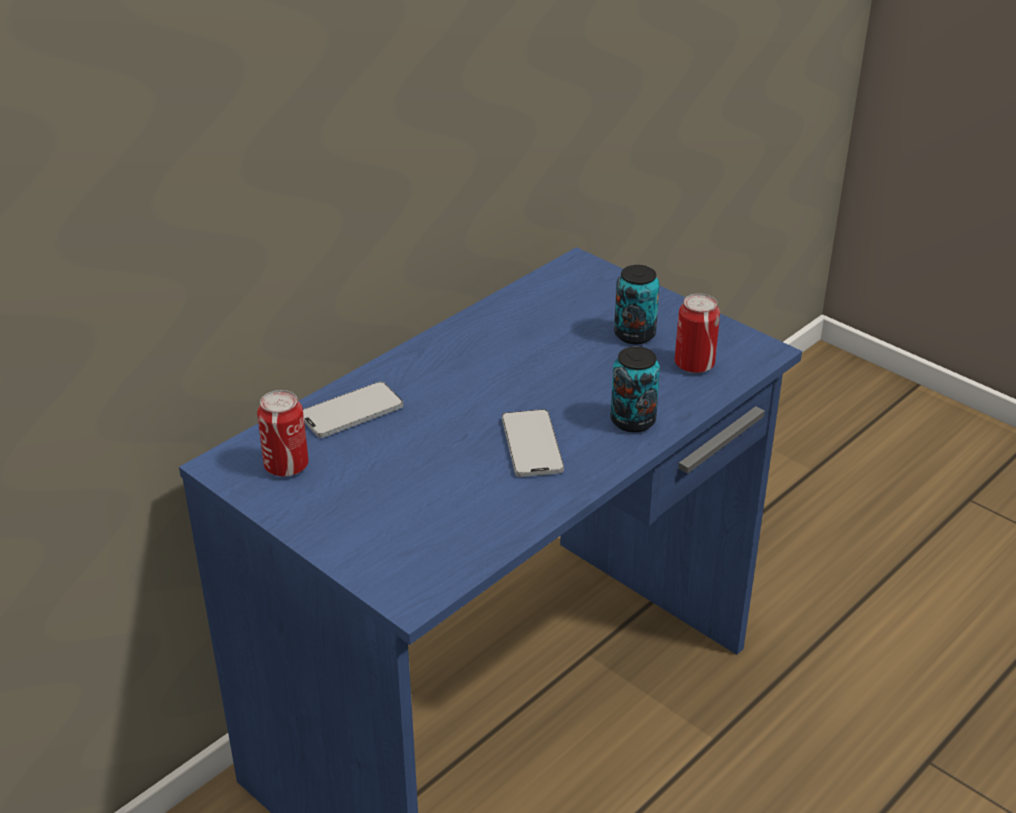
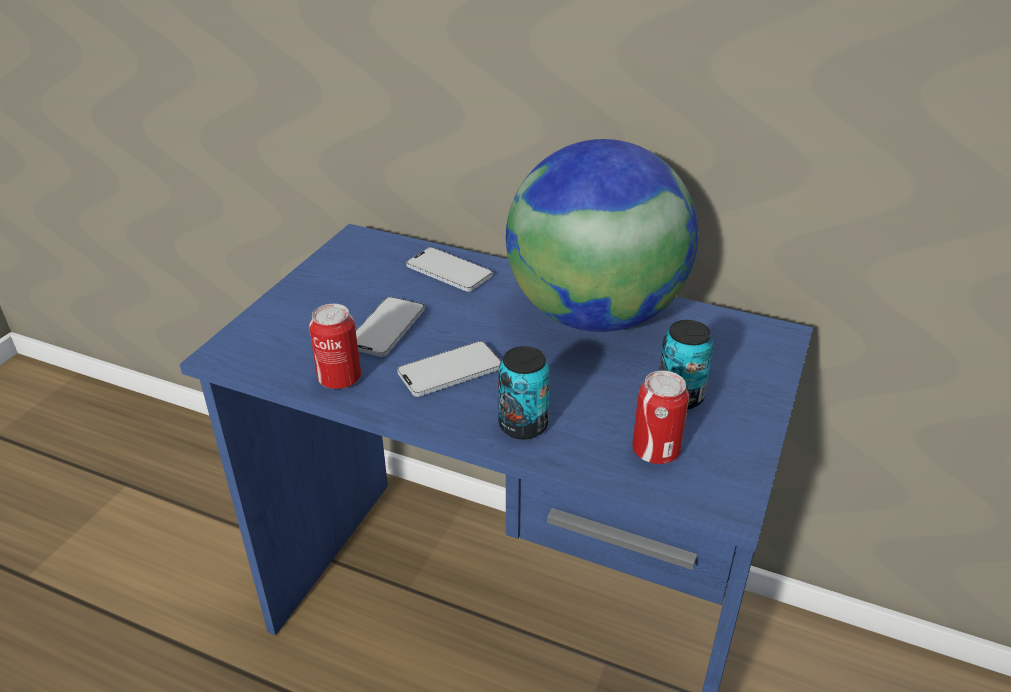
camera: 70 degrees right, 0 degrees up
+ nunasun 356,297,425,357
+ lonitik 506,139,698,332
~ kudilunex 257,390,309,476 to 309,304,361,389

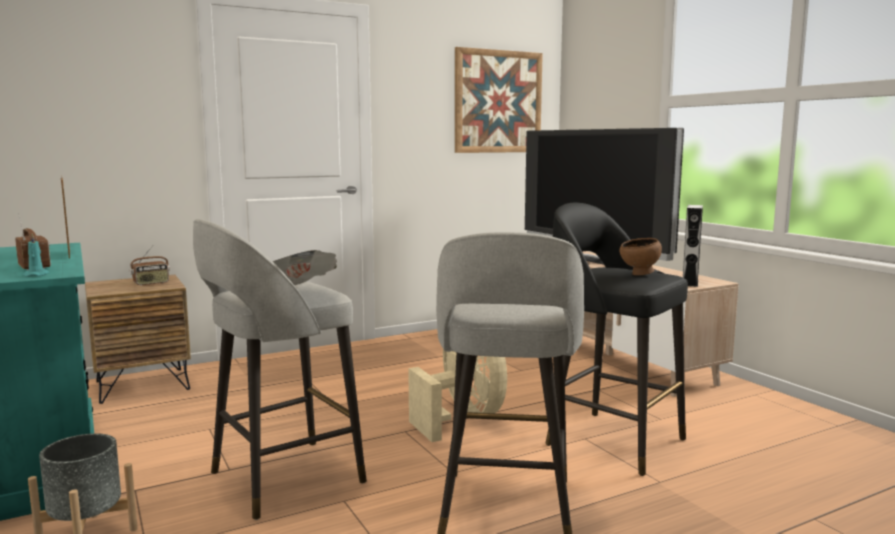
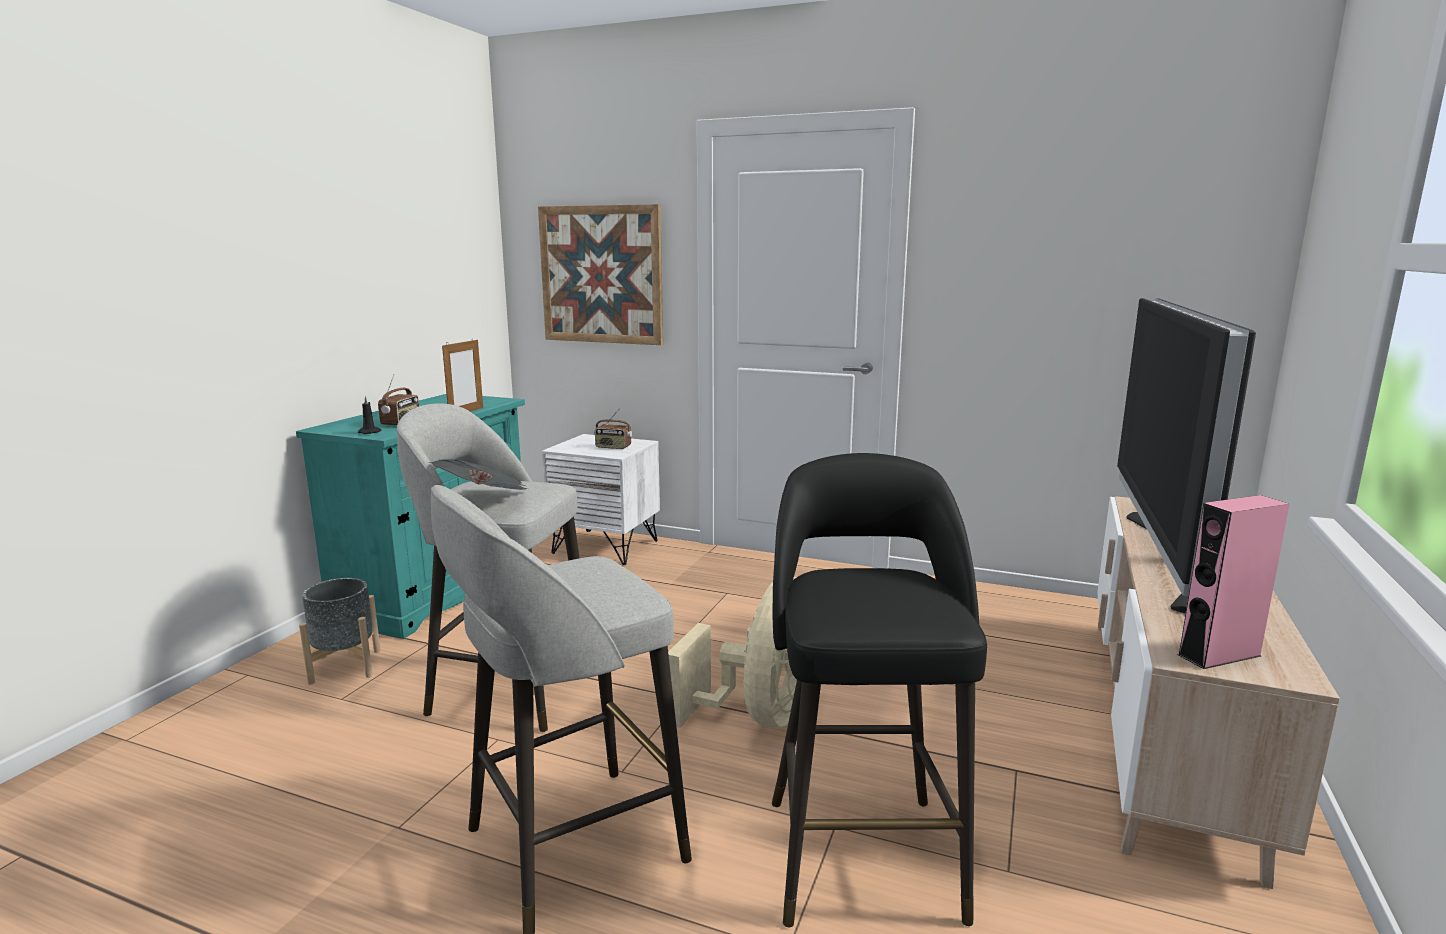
camera: 50 degrees right, 5 degrees up
- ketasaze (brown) 620,238,662,275
~ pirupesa 455,47,543,153 to 538,204,663,345
~ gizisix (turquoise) 23,234,49,277 to gizisix (black) 358,395,382,434
~ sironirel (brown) 85,275,191,404 to sironirel (white) 542,434,660,565
~ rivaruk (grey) 683,205,703,287 to rivaruk (pink) 1177,495,1290,669

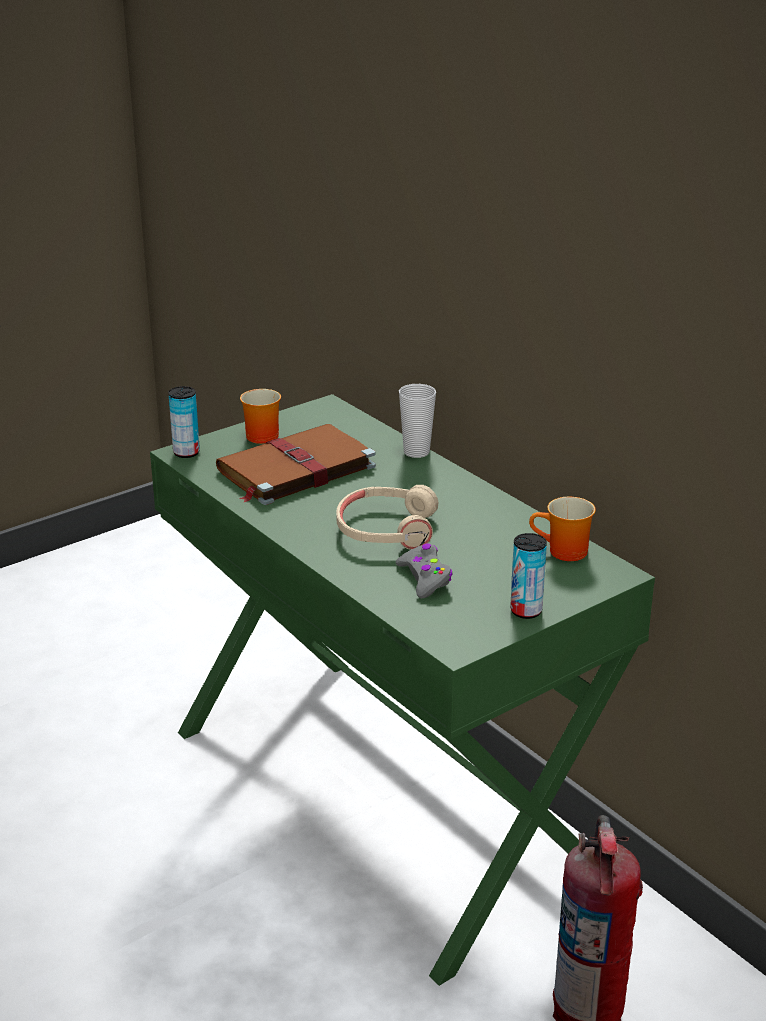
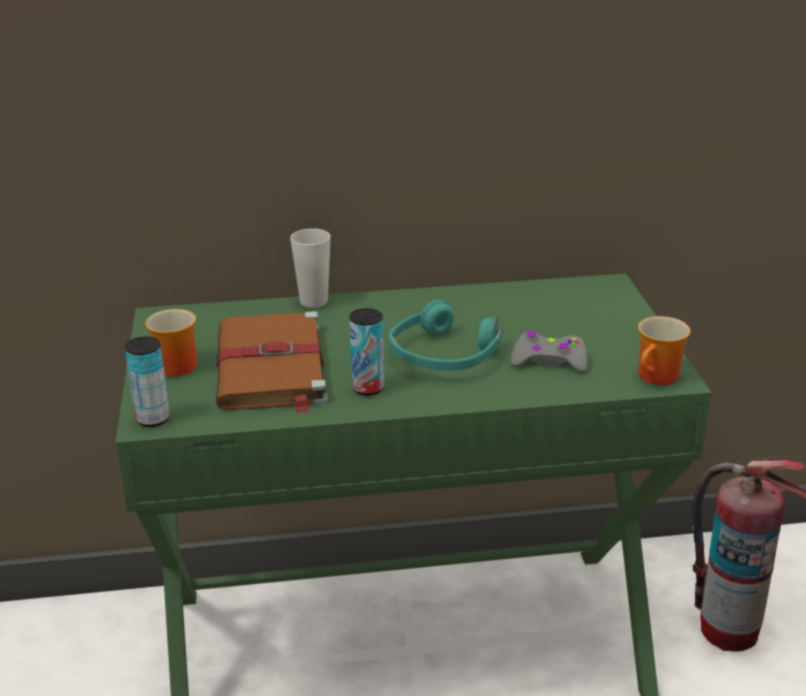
camera: 60 degrees left, 0 degrees up
~ kudilunex 510,533,547,619 to 349,308,384,396
~ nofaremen 529,497,596,561 to 638,316,690,385
~ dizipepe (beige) 336,485,438,550 to dizipepe (turquoise) 389,299,503,371

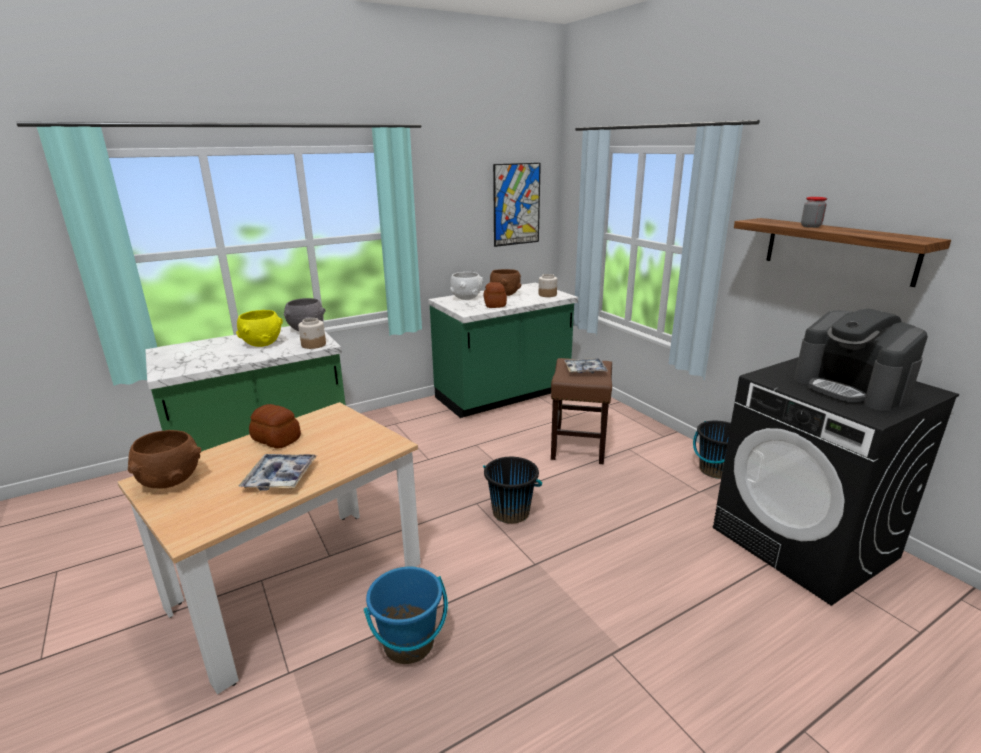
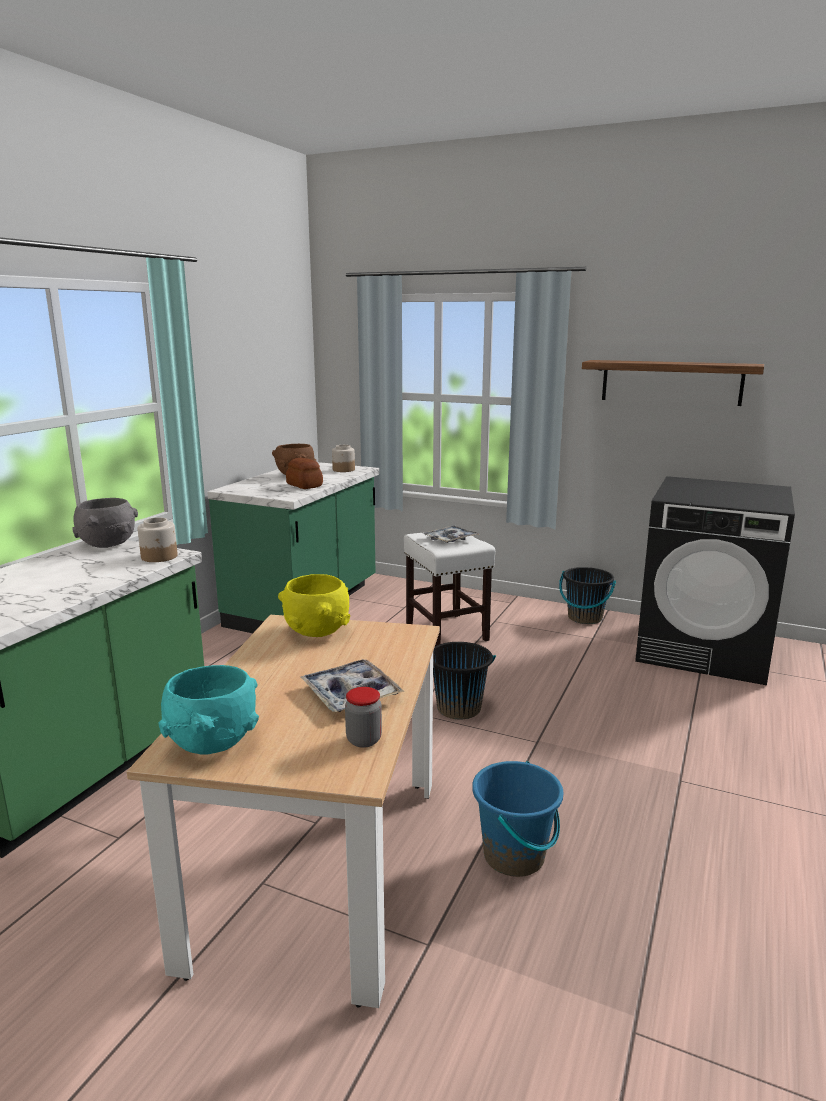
camera: 35 degrees left, 5 degrees down
- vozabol 249,404,301,448
- ketasaze (white) 450,272,484,300
- pirupesa 493,163,541,247
- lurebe 794,308,928,411
~ ketasaze (yellow) 236,310,283,347 to 278,574,350,637
~ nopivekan 801,197,827,228 to 345,687,382,748
~ ketasaze (brown) 128,430,201,489 to ketasaze (turquoise) 158,665,259,754
~ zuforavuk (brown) 551,358,612,464 to zuforavuk (white) 404,533,495,646

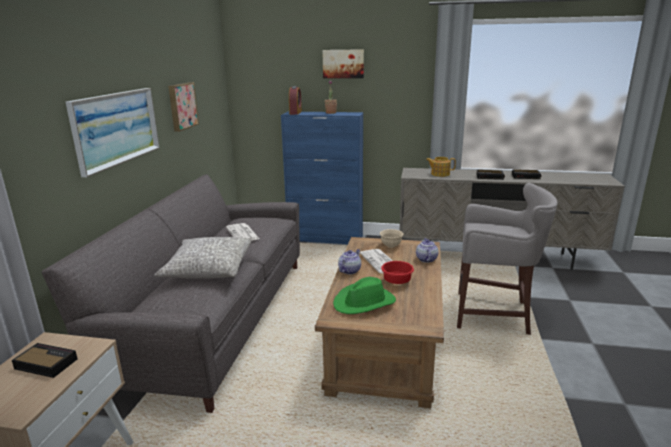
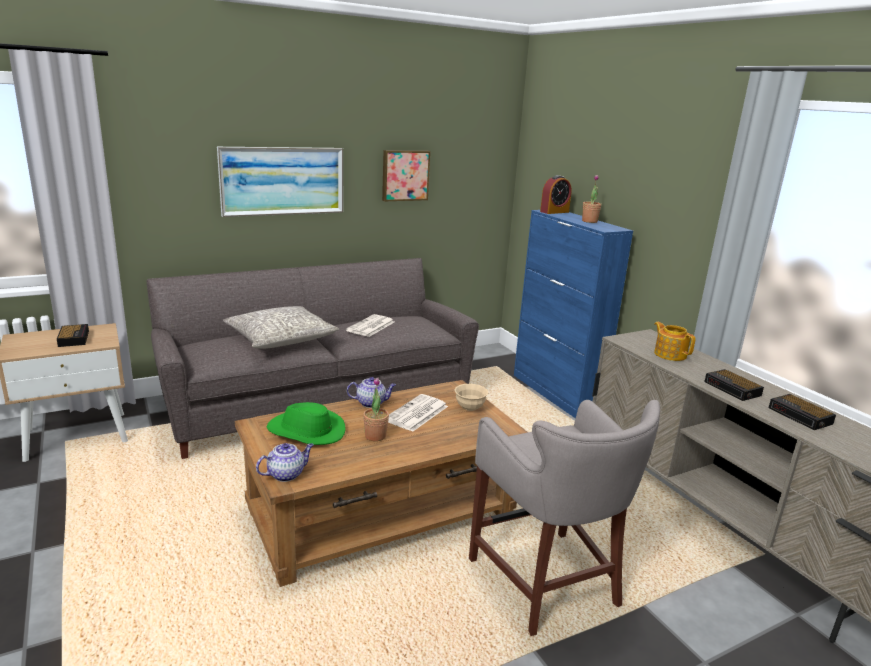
camera: 50 degrees right, 0 degrees up
- pirupesa 322,49,364,78
~ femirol 416,238,438,263 to 256,443,314,482
~ ketasaze (red) 381,261,414,284 to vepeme 363,378,389,441

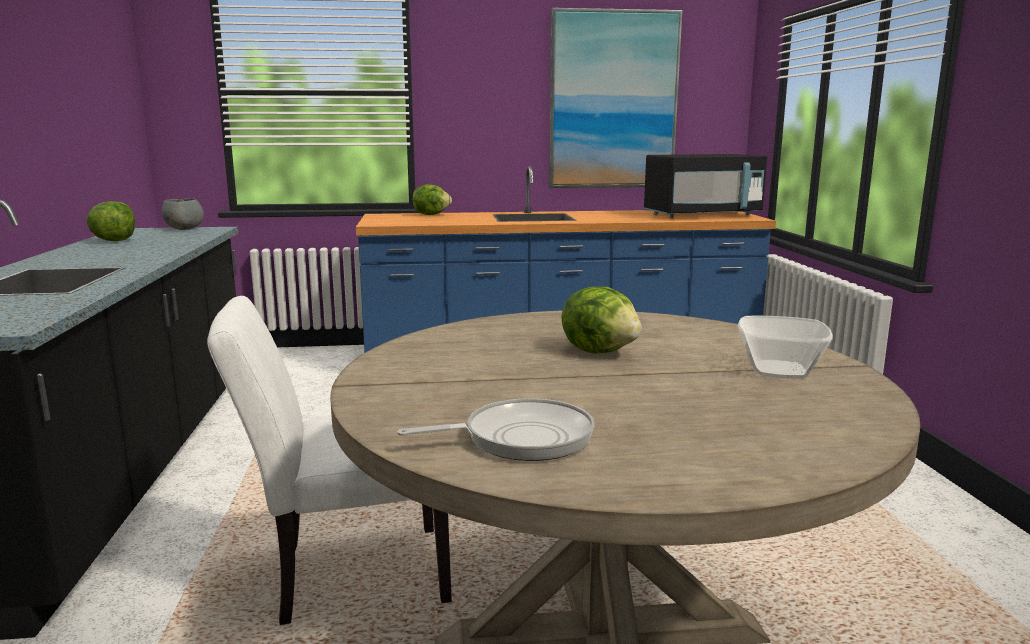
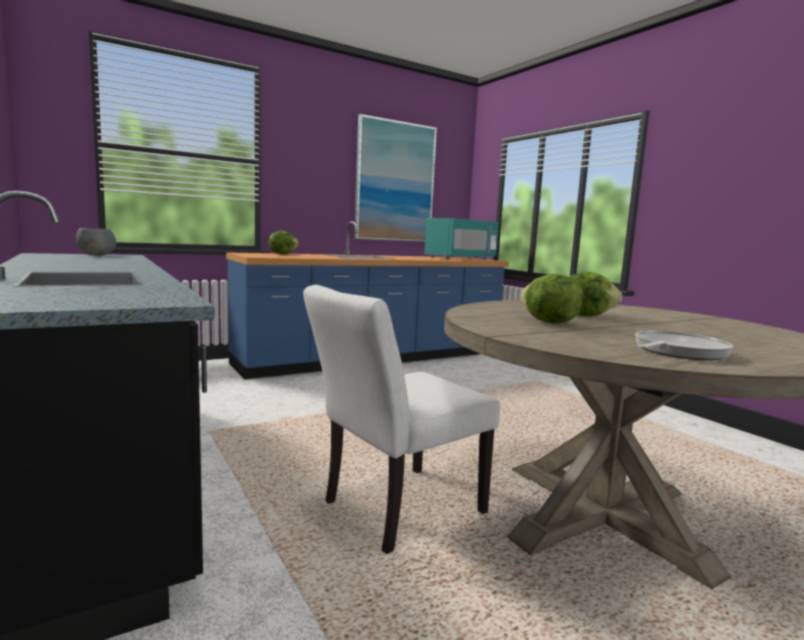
camera: 25 degrees left, 5 degrees down
- ketasaze 738,315,833,379
~ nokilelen 87,201,135,241 to 520,274,583,323
~ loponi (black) 644,154,767,218 to loponi (turquoise) 425,218,499,259

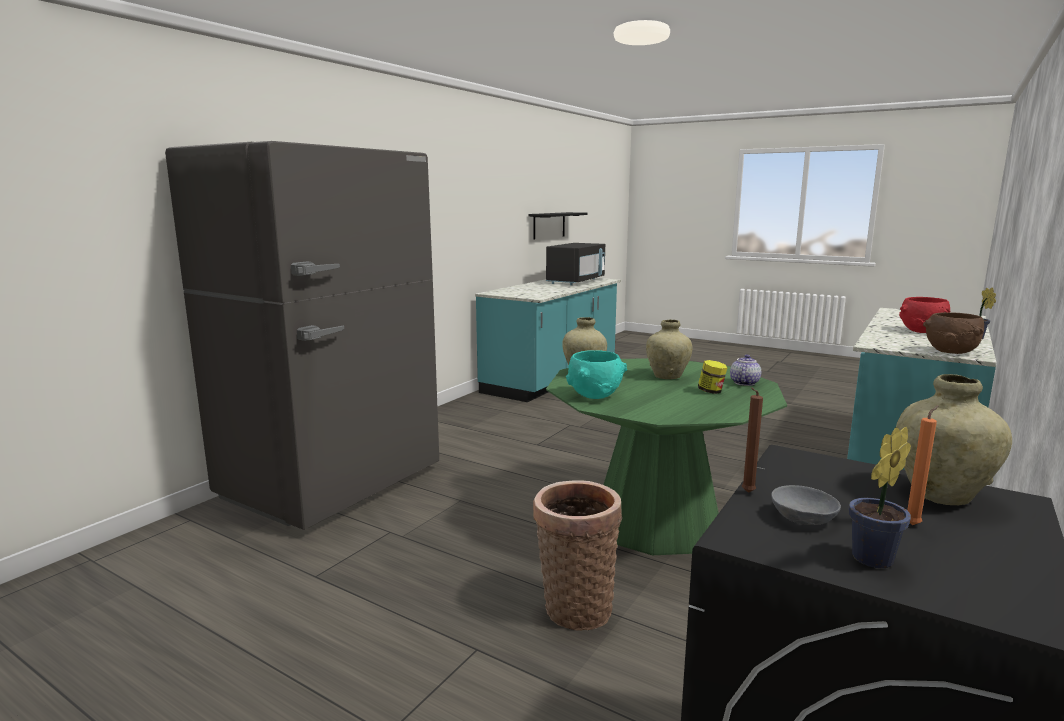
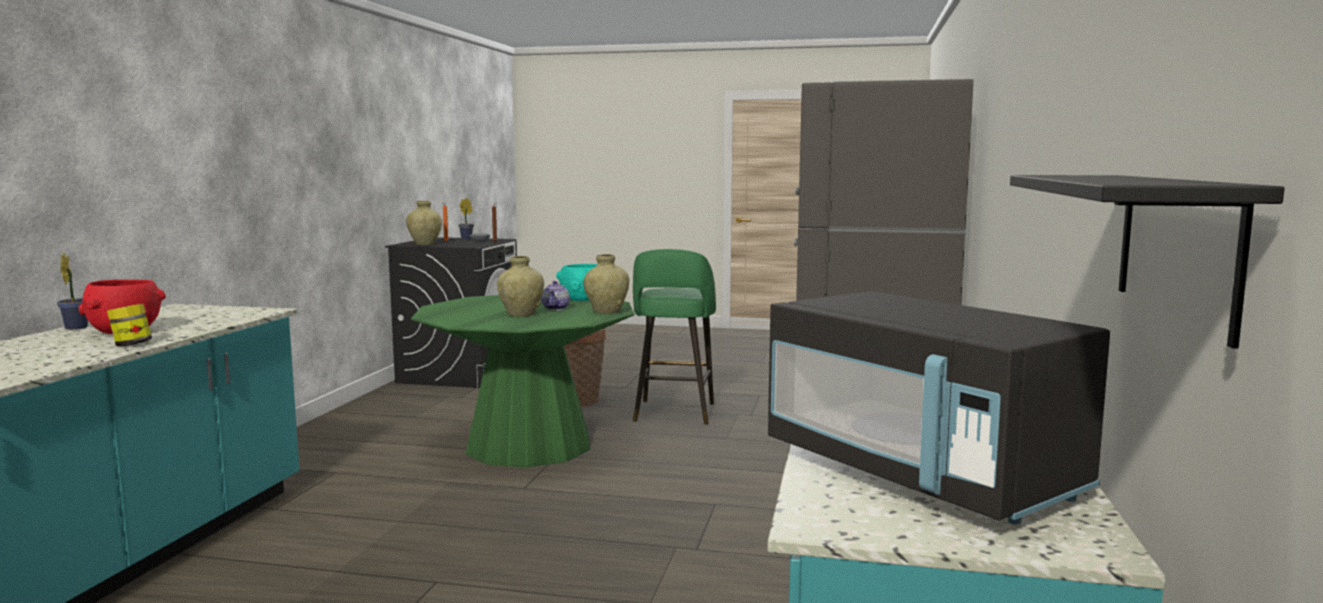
camera: 160 degrees right, 5 degrees down
- ketasaze (brown) 923,312,984,354
+ zuforavuk (green) 633,249,716,425
~ nopivekan 698,360,727,394 to 107,304,152,346
~ femirol 730,355,761,386 to 541,281,570,310
~ loponi (black) 546,243,605,285 = 768,291,1110,525 45 degrees counterclockwise

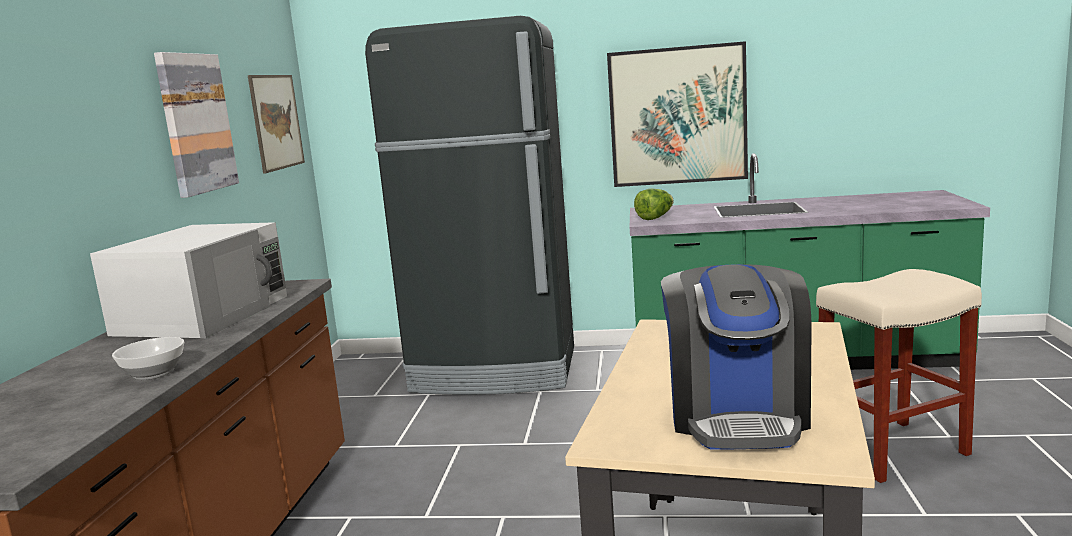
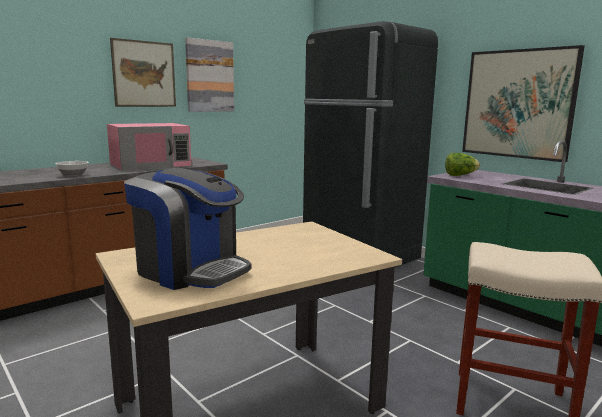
camera: 40 degrees right, 0 degrees up
~ pirupesa 248,75,305,174 to 110,38,176,107
~ loponi (white) 90,222,287,338 to loponi (pink) 107,123,191,171
~ lurebe 661,264,812,450 = 124,168,252,290 105 degrees counterclockwise

